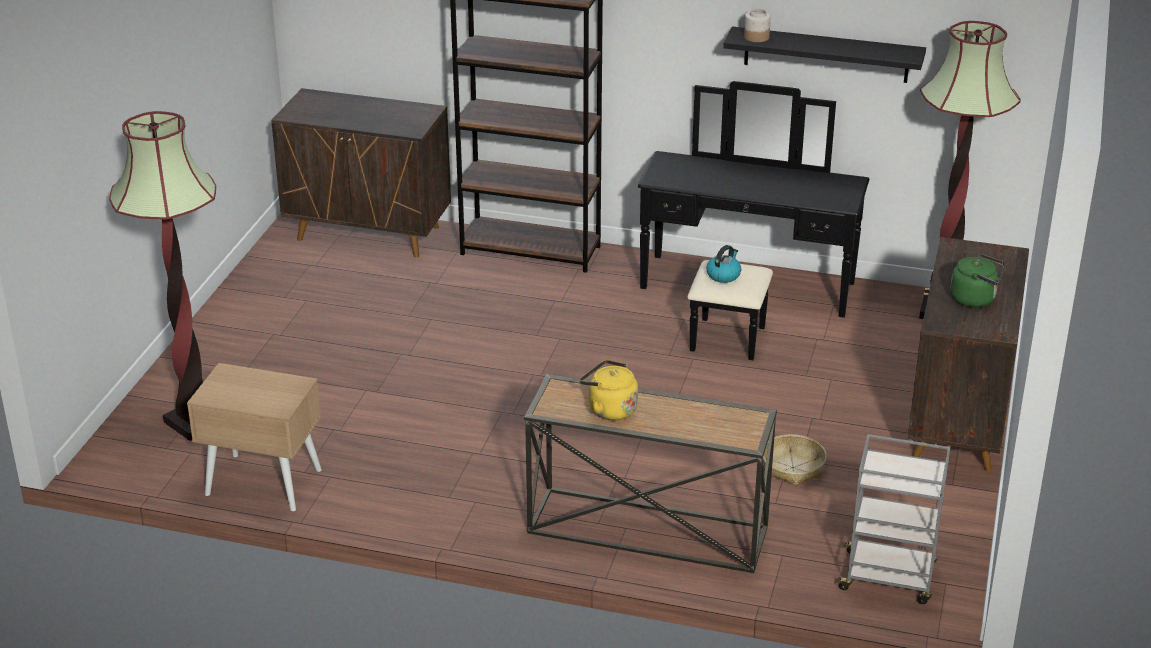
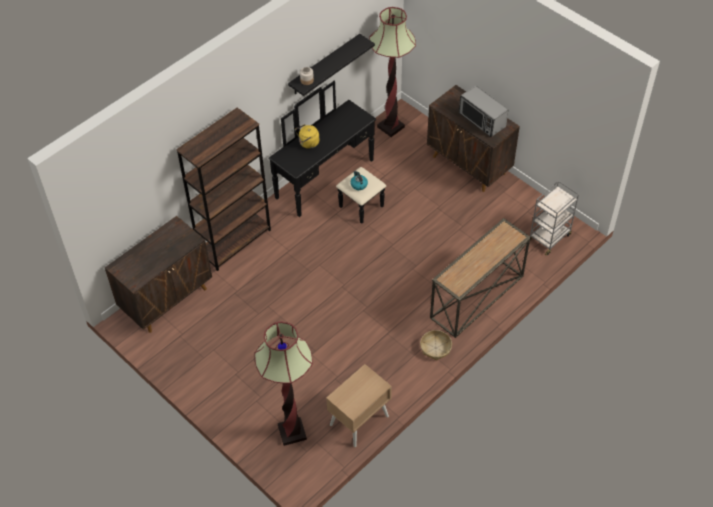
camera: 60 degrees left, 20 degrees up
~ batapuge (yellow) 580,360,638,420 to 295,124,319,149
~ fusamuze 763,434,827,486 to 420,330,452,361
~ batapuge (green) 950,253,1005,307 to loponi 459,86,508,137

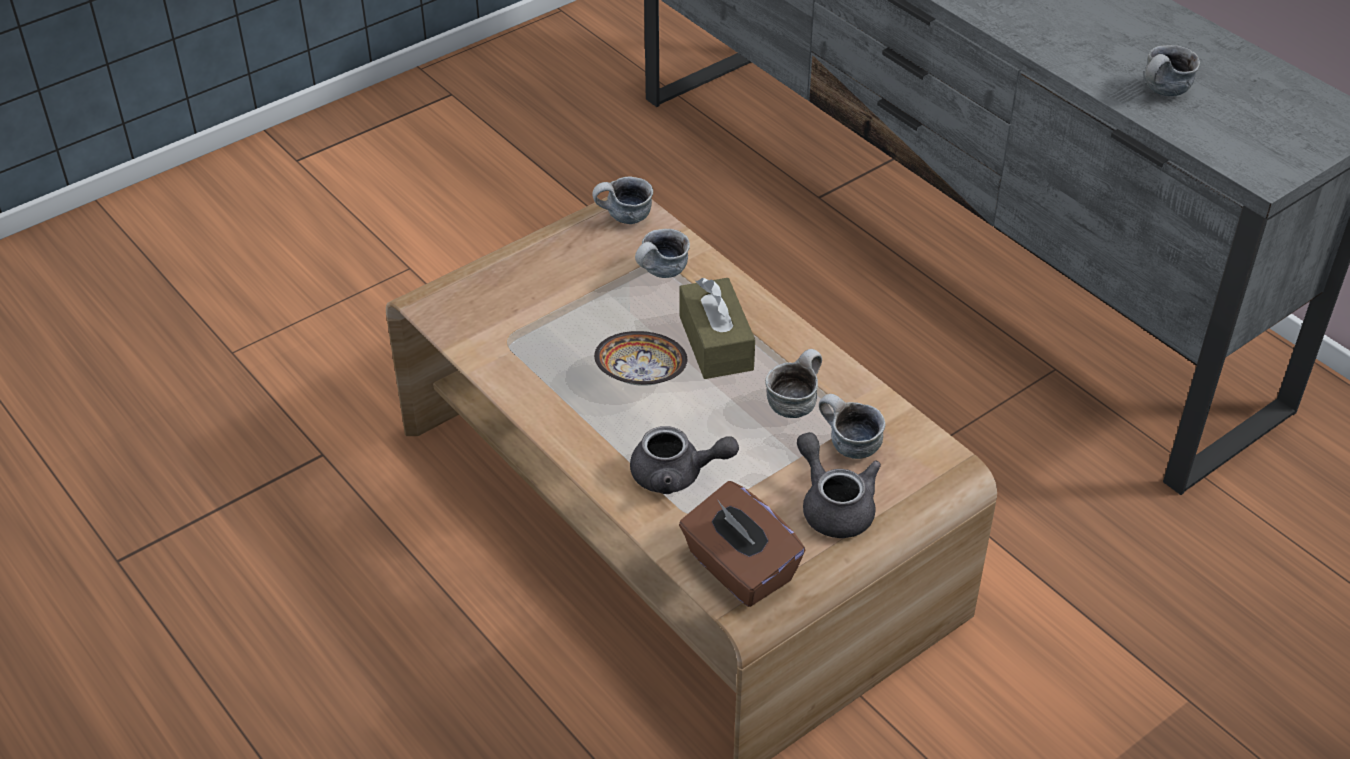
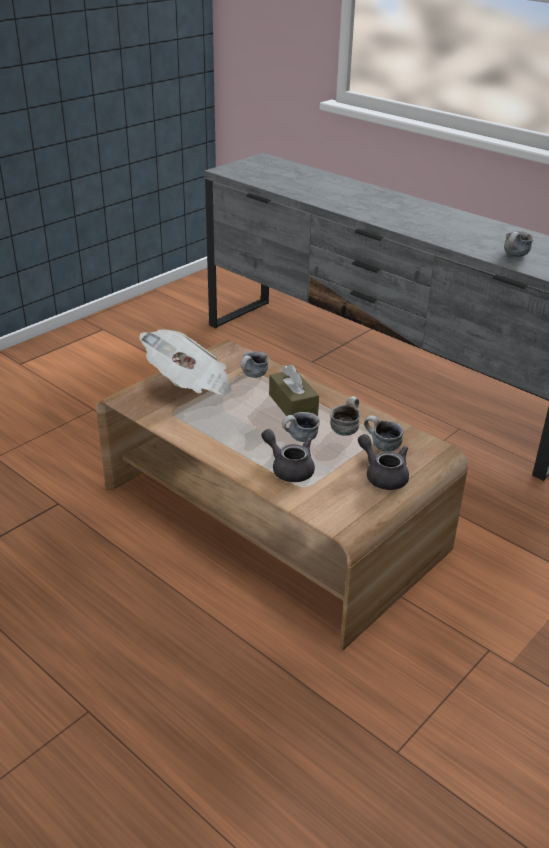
camera: 10 degrees left, 10 degrees down
- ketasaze 594,331,687,386
- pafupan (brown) 679,481,805,607
+ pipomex 139,329,233,397
~ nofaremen 592,176,653,224 to 282,412,320,442
~ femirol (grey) 630,426,739,494 = 261,429,315,482 135 degrees counterclockwise

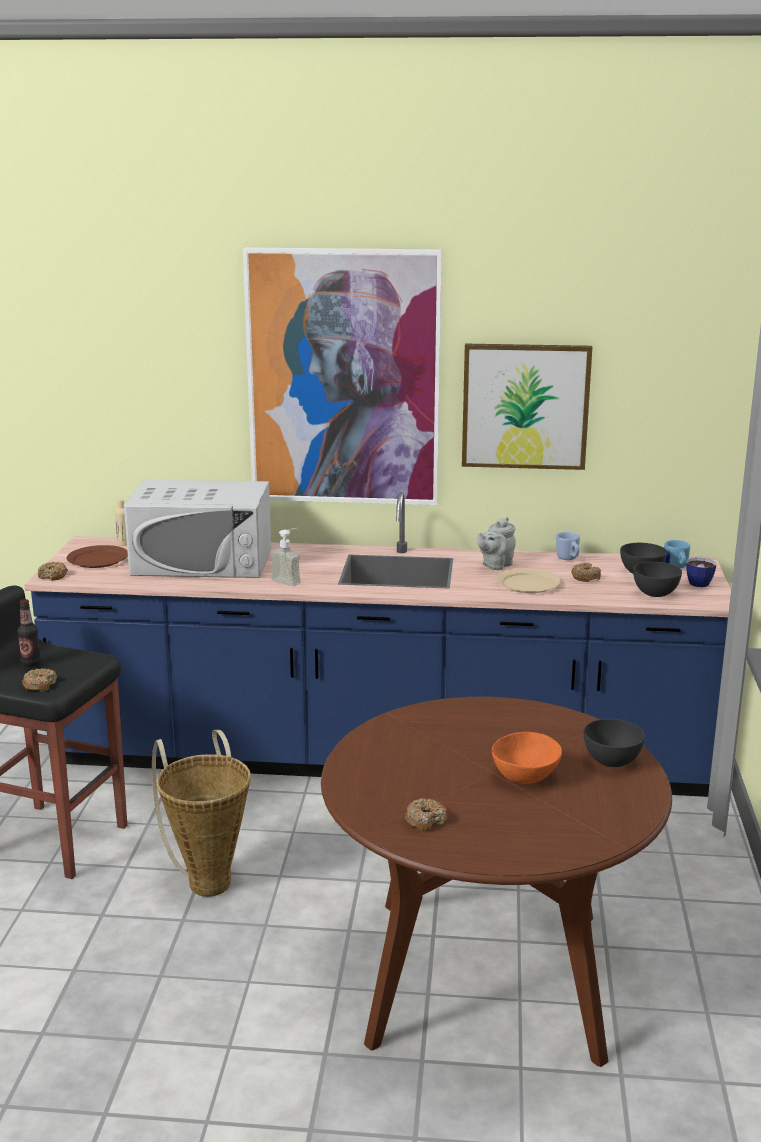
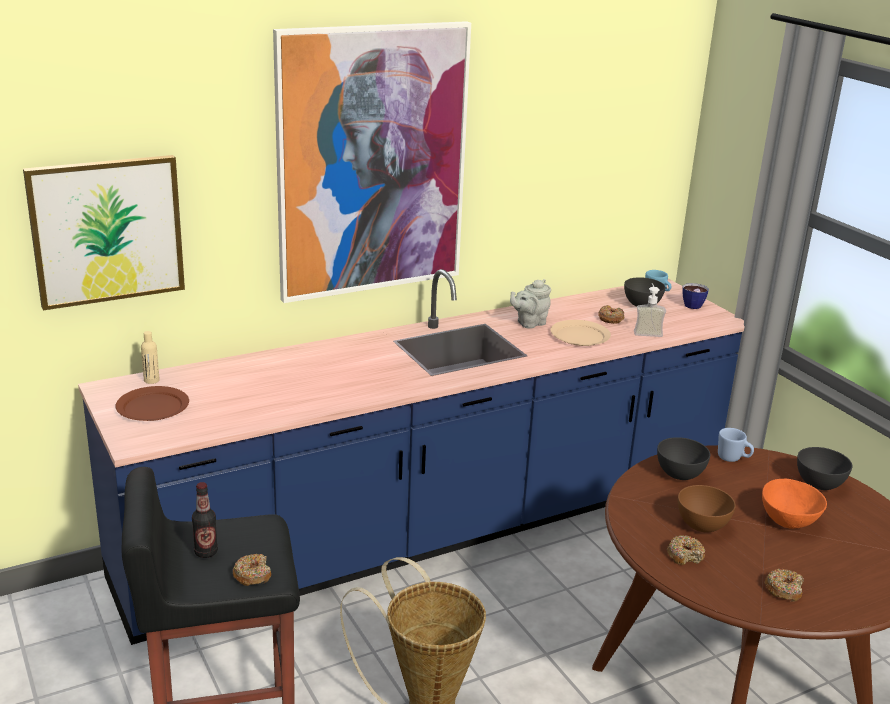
camera: 35 degrees left, 5 degrees up
- loponi (white) 124,480,271,578
+ ketasaze (brown) 678,485,736,532
~ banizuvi 38,562,68,581 to 667,535,705,565
~ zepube 270,528,301,586 to 634,283,666,337
~ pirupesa 462,344,592,470 to 23,155,185,310
~ nofaremen (blue) 556,532,580,560 to 718,428,754,462
~ ketasaze (grey) 633,562,682,597 to 657,437,710,480
~ femirol (grey) 478,517,516,570 = 510,279,551,329 45 degrees clockwise

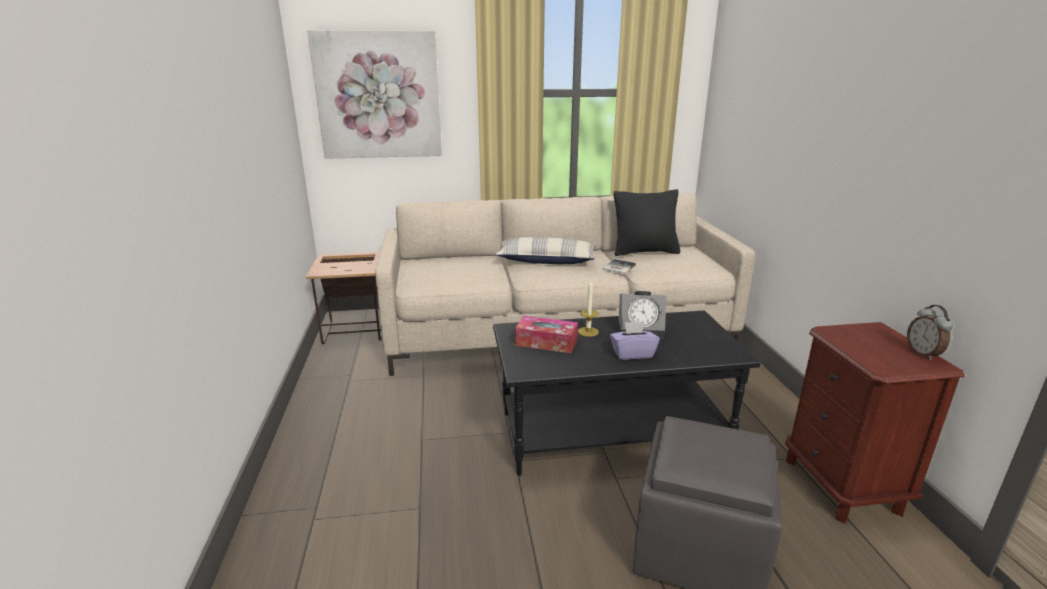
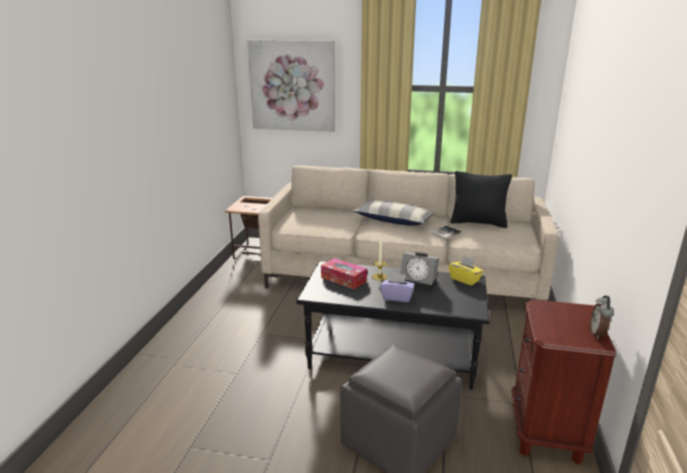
camera: 20 degrees right, 0 degrees up
+ pafupan (yellow) 448,256,483,286

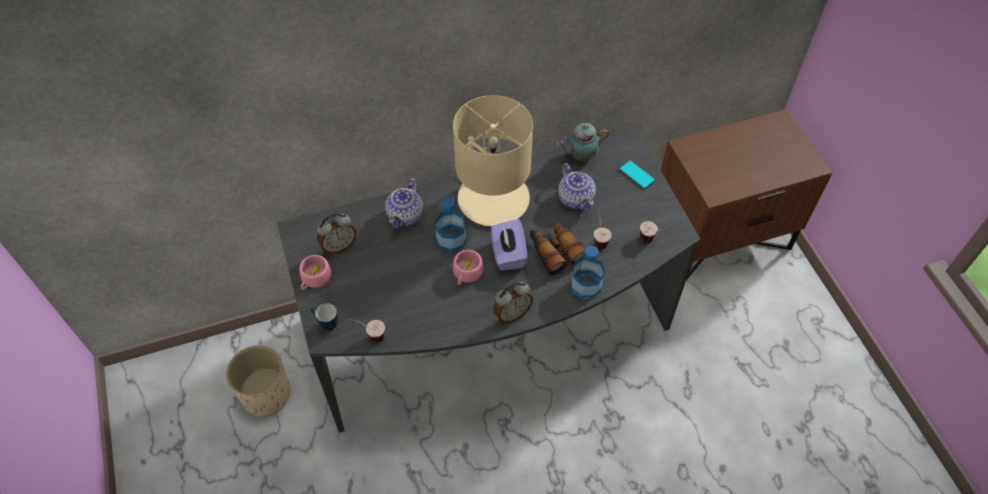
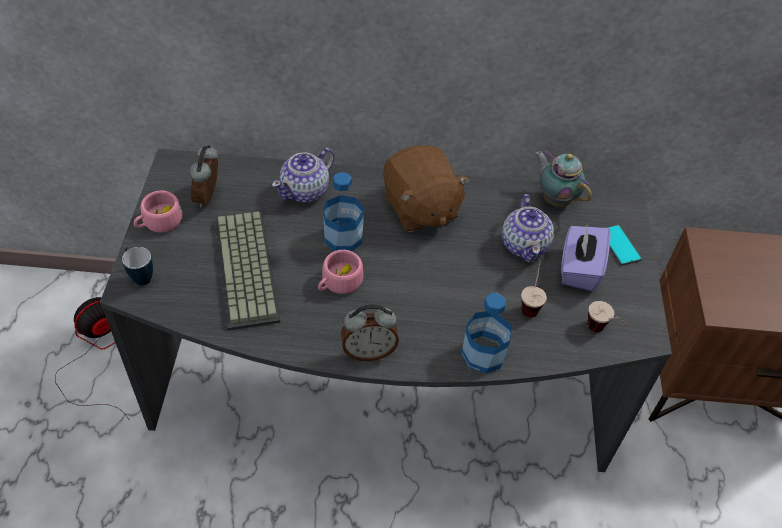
camera: 20 degrees right, 5 degrees down
- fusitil 348,319,385,343
- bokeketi 530,219,585,276
+ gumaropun 214,211,280,331
~ pafupan (purple) 491,219,527,271 to 561,226,611,291
~ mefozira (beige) 226,346,291,417 to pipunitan 55,297,130,421
~ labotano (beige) 453,95,533,226 to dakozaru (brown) 383,145,470,232
~ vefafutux 317,213,357,254 = 189,145,218,208 105 degrees clockwise
~ femirol 557,123,609,161 = 535,150,592,207 45 degrees clockwise

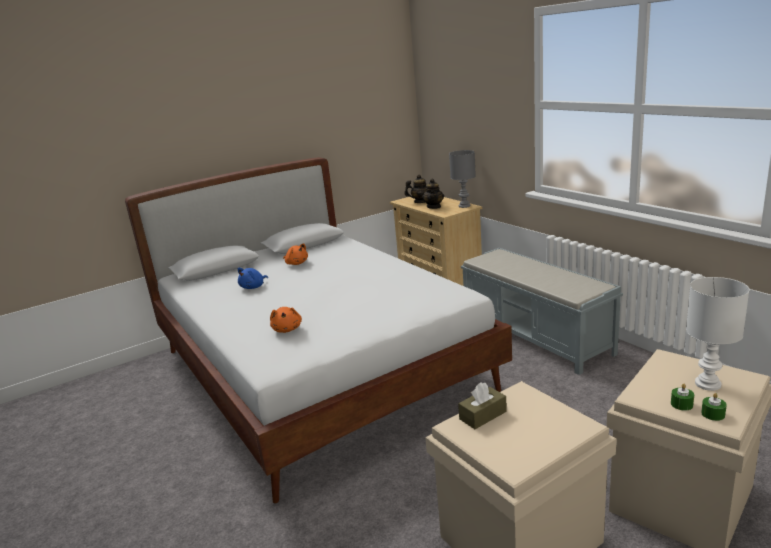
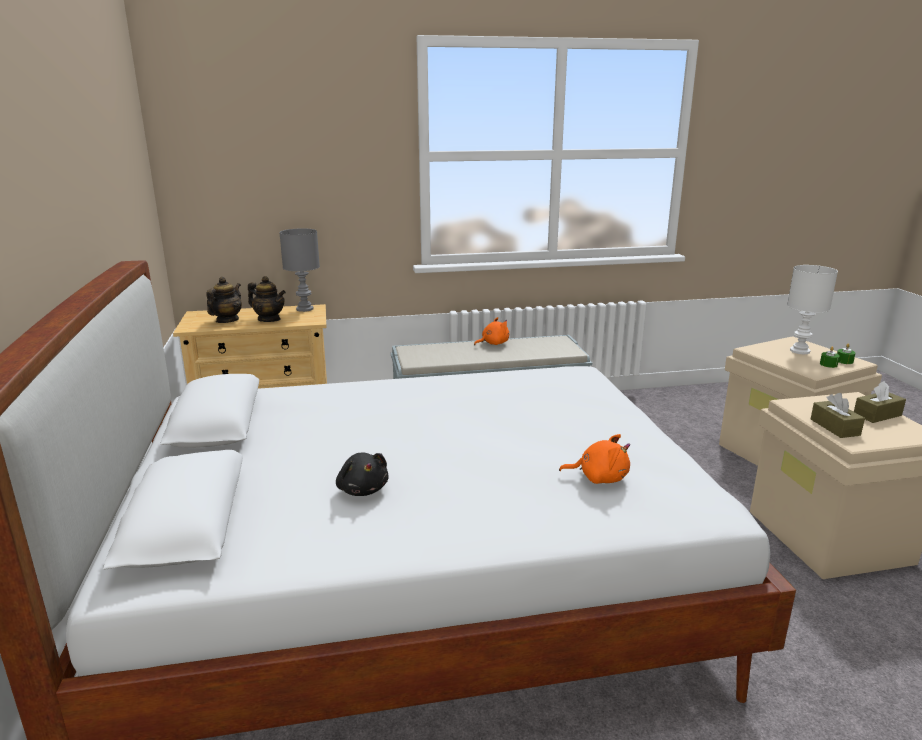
camera: 70 degrees left, 0 degrees up
+ pafupan (brown) 854,381,906,423
~ dakozaru (orange) 283,243,308,265 to 474,317,509,345
~ dakozaru (blue) 238,268,268,289 to dakozaru (black) 336,452,389,496

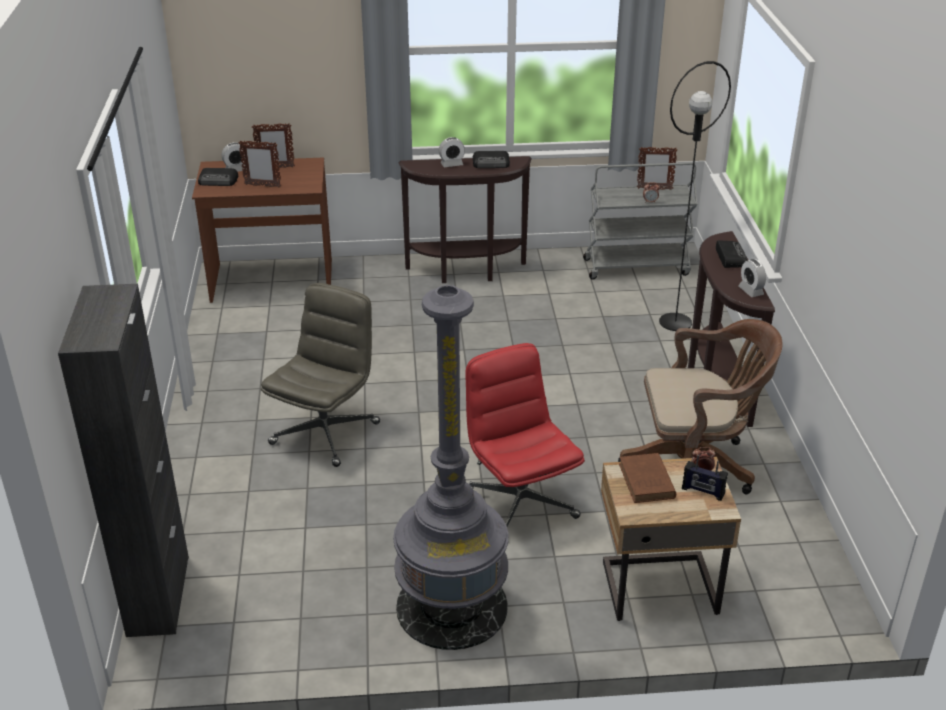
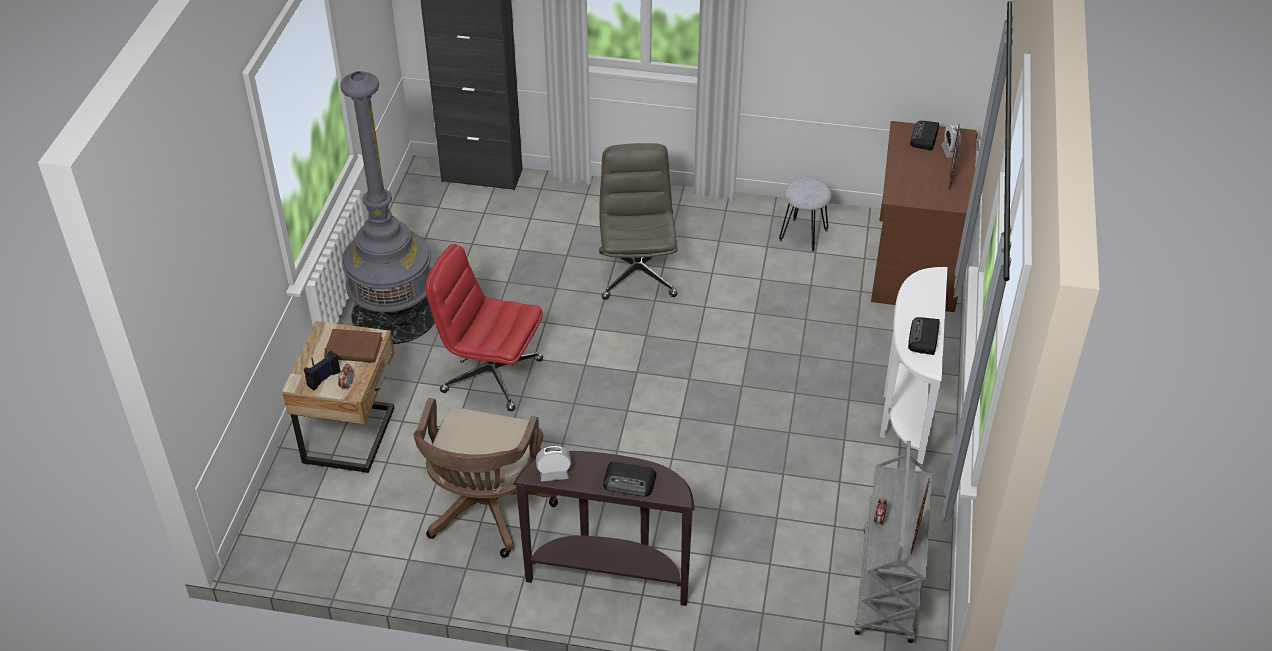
camera: 105 degrees right, 10 degrees up
- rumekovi 238,140,282,188
- vefafutux 439,137,465,167
- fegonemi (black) 659,61,731,331
+ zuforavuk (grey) 779,178,832,252
~ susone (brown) 399,156,532,283 to susone (white) 880,267,948,472
~ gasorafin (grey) 261,283,380,467 = 599,143,678,300 135 degrees counterclockwise
~ gasorafin (red) 465,343,585,527 = 425,244,543,411 150 degrees counterclockwise

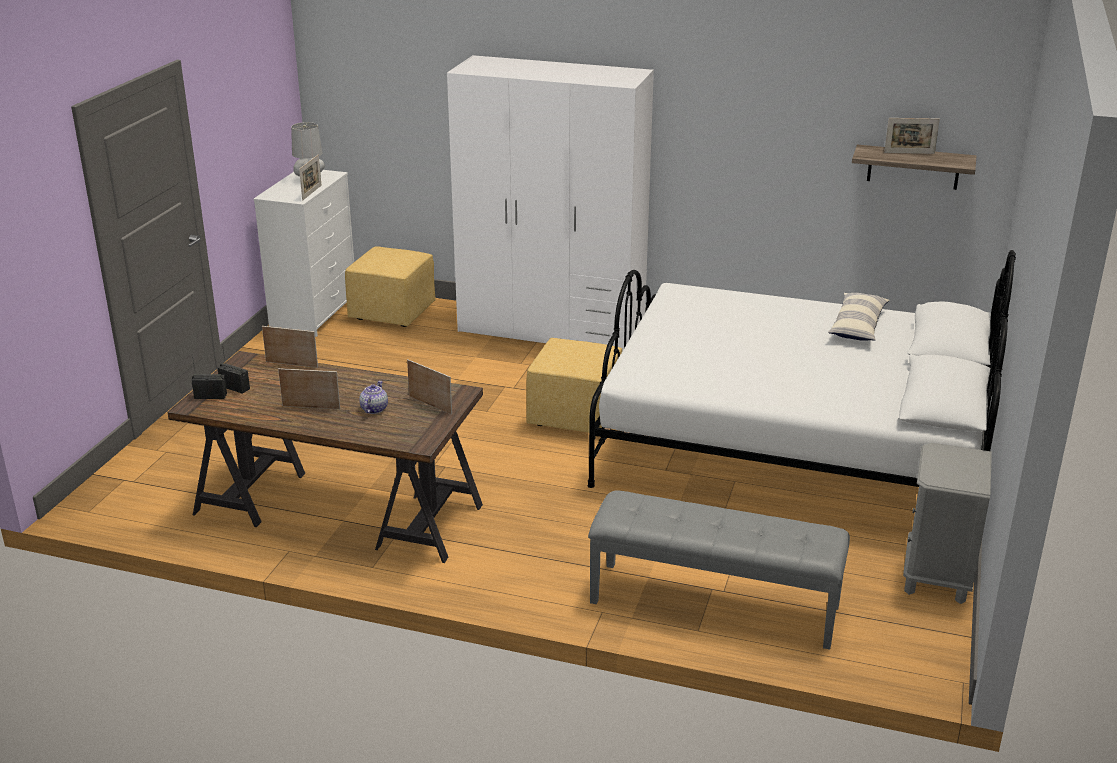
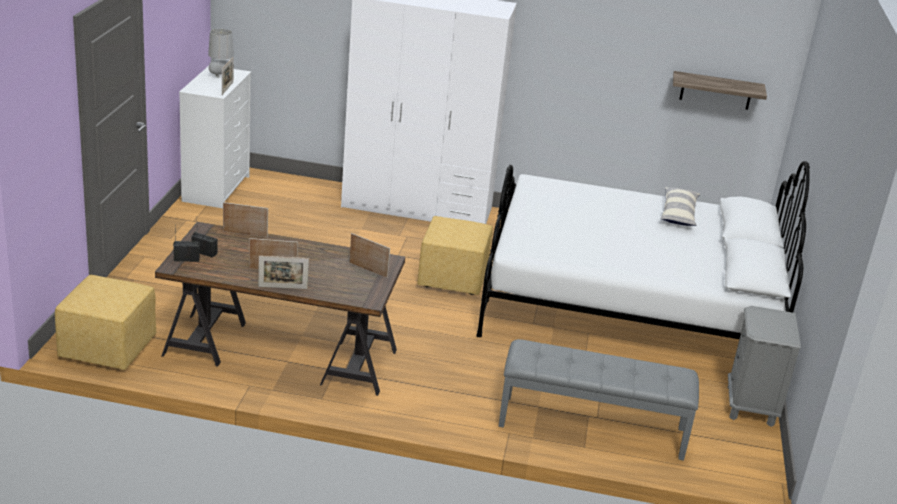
camera: 10 degrees left, 0 degrees up
- femirol 359,381,388,414
~ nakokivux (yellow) 345,246,436,327 to 55,275,156,370
~ rumekovi 884,118,940,154 to 258,256,309,289

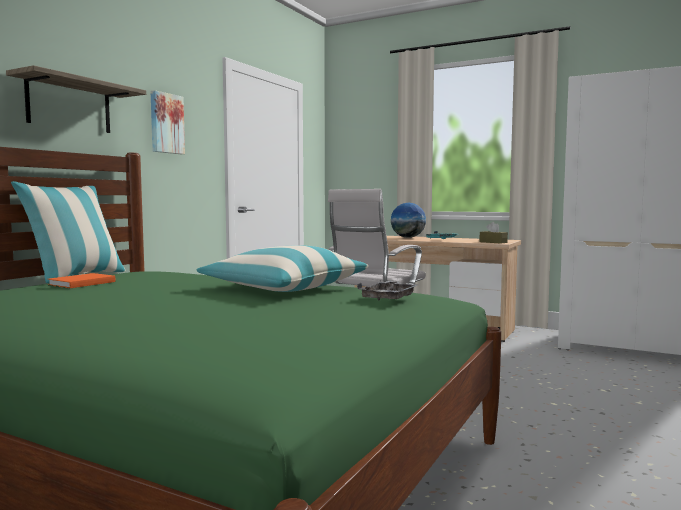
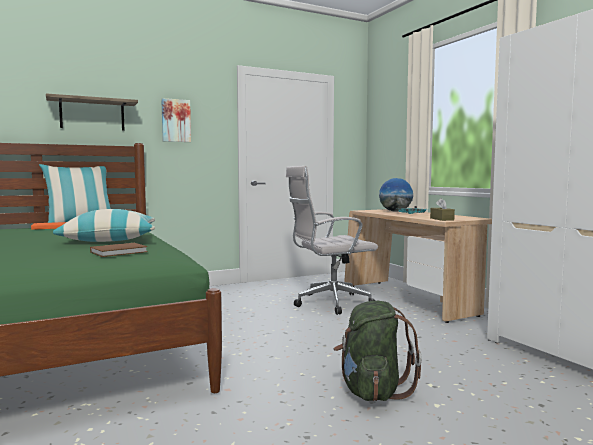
camera: 35 degrees right, 0 degrees up
+ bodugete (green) 334,301,422,401
~ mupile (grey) 357,281,418,300 to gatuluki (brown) 90,243,148,257

